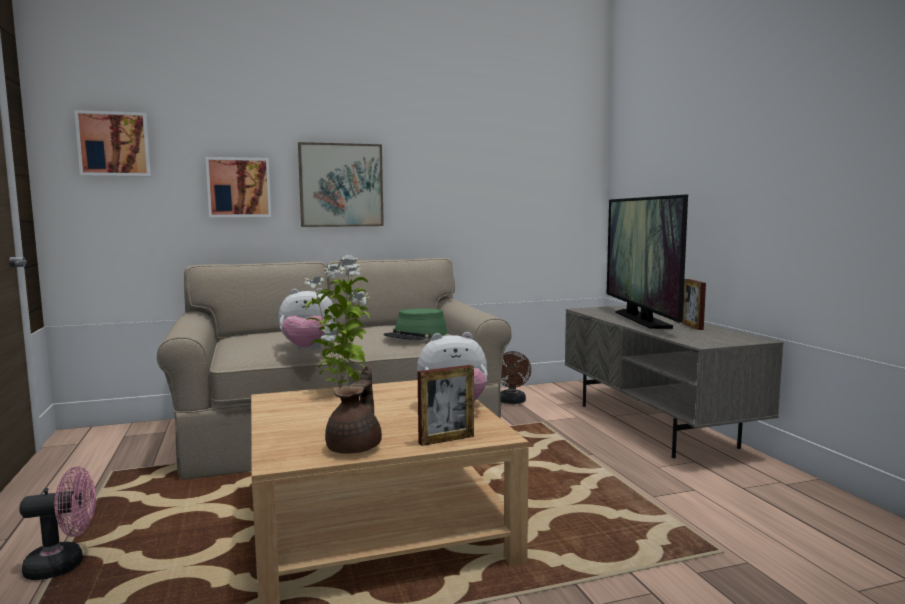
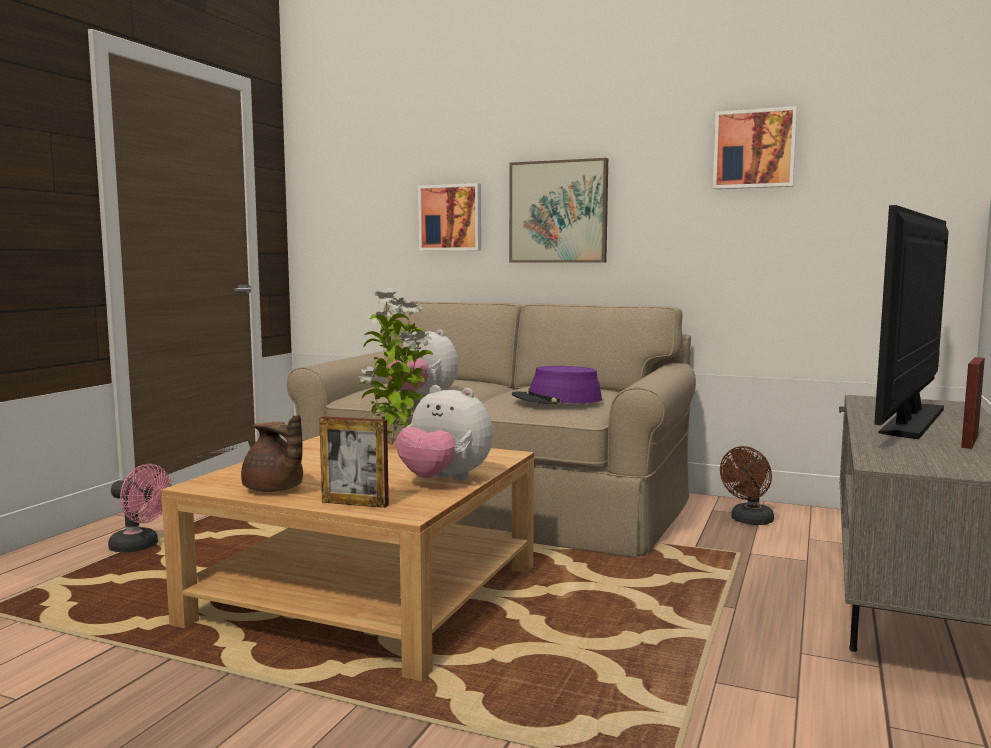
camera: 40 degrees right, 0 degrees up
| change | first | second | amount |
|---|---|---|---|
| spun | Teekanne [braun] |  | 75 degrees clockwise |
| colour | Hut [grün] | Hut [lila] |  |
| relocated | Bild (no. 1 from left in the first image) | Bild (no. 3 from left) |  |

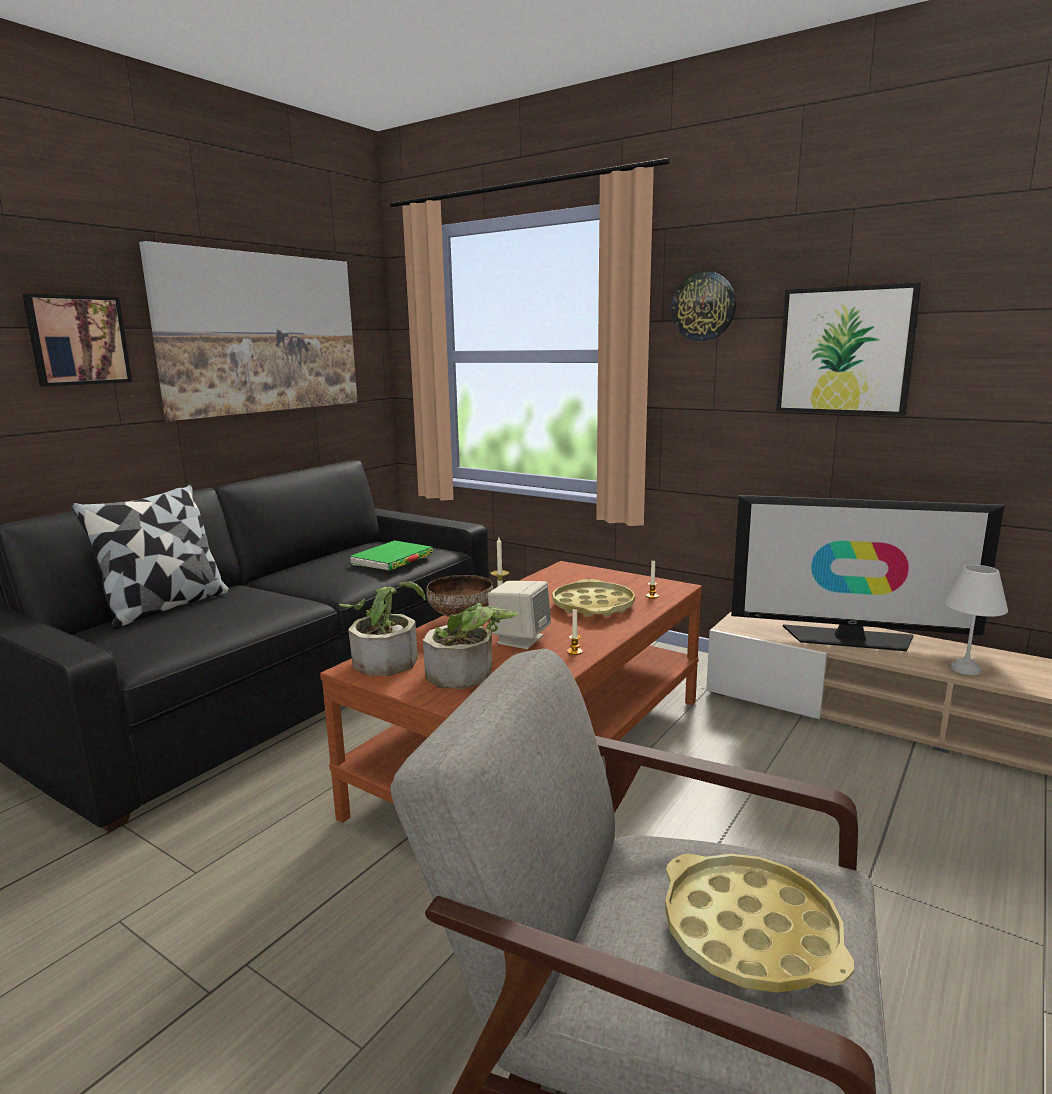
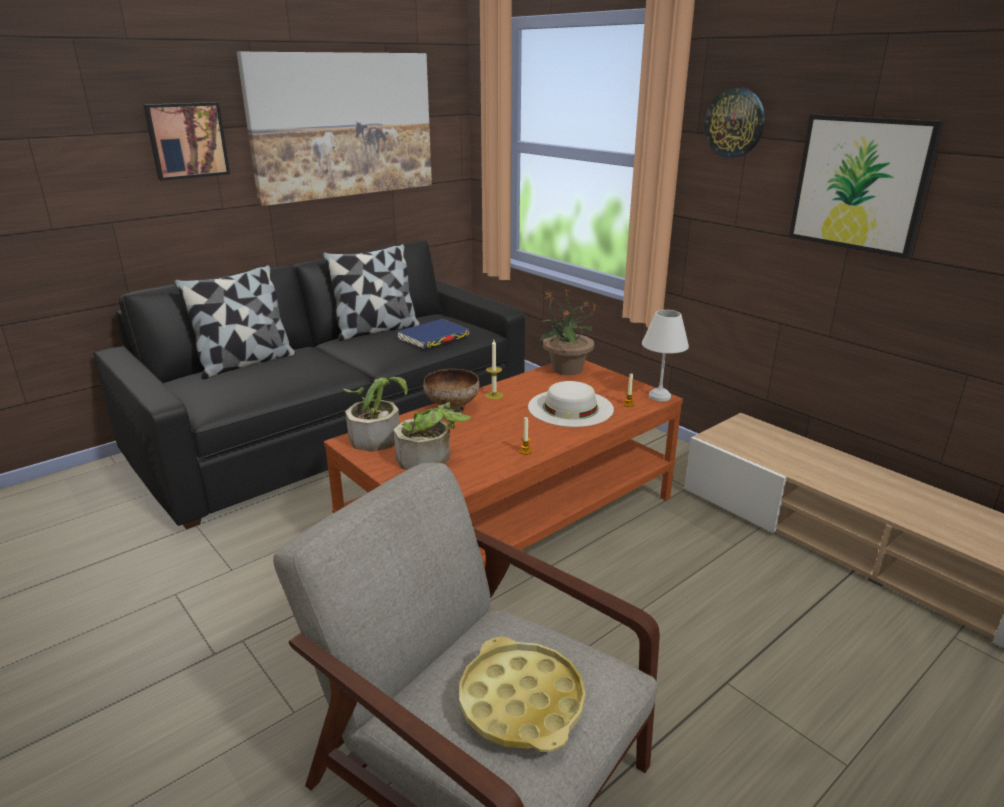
camera: 15 degrees right, 10 degrees up
| change | first | second | amount |
|---|---|---|---|
| appeared |  | Kissen (no. 2 from left) |  |
| colour | Buch [grün] | Buch [blau] |  |
| exchanged | Tablett [gelb] (no. 1 from left) | Hut [weiß] |  |
| appeared |  | Topfpflanze (no. 3 from left) |  |
| relocated | Tischlampe [weiß] |  |  |
| missing | Lautsprecher [beige] |  |  |
| missing | Fernseher |  |  |

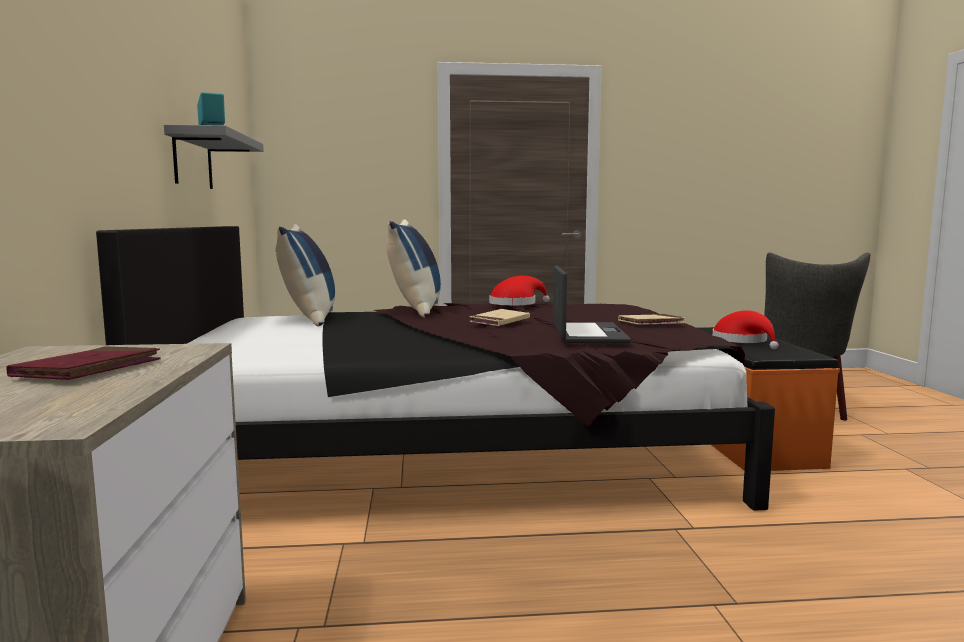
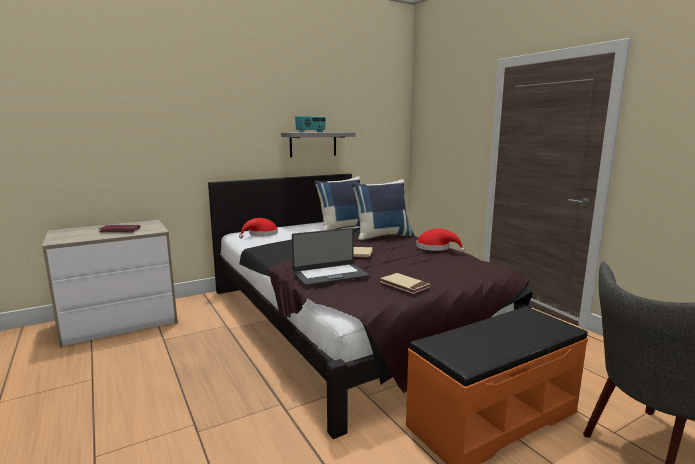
camera: 65 degrees right, 5 degrees up
| change | first | second | amount |
|---|---|---|---|
| relocated | Hut [rot] (no. 2 from left in the first image) | Hut [rot] (no. 1 from left) |  |

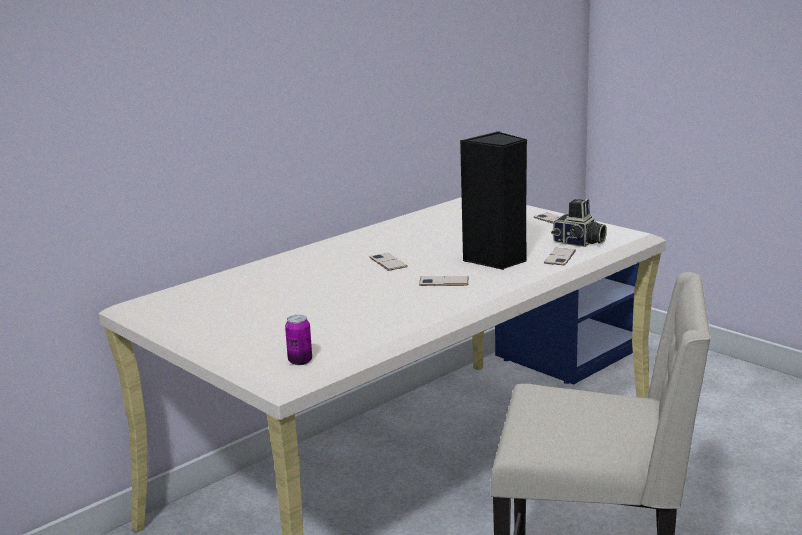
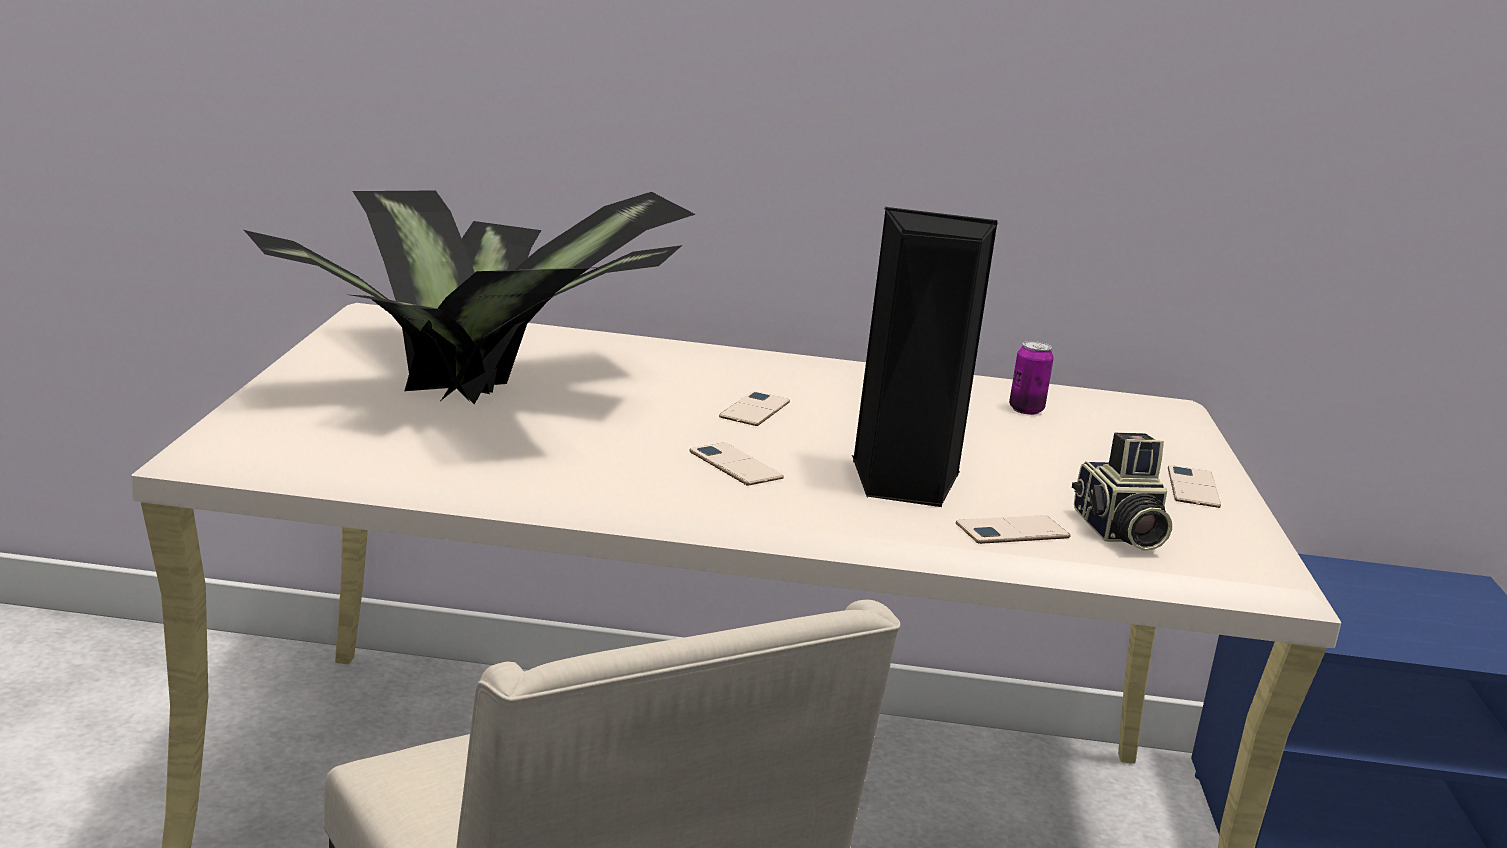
camera: 45 degrees right, 0 degrees up
| change | first | second | amount |
|---|---|---|---|
| appeared |  | Topfpflanze |  |
| relocated | Dose |  |  |

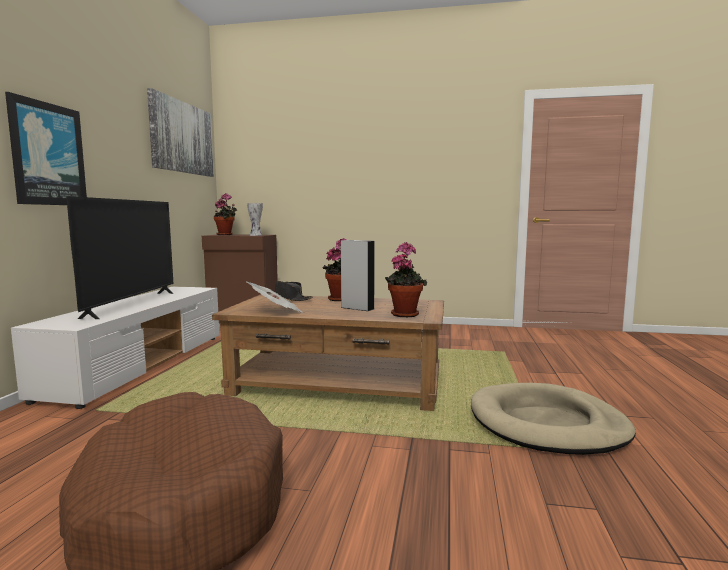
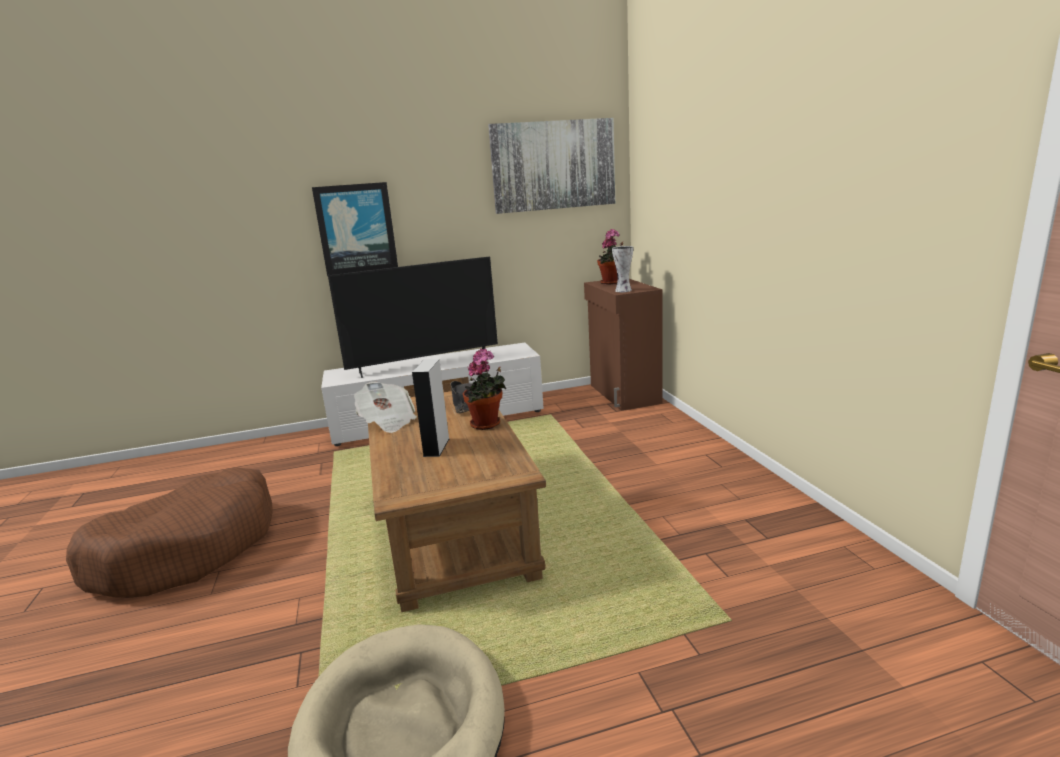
camera: 65 degrees right, 10 degrees up
| change | first | second | amount |
|---|---|---|---|
| missing | Topfpflanze (no. 3 from left) |  |  |

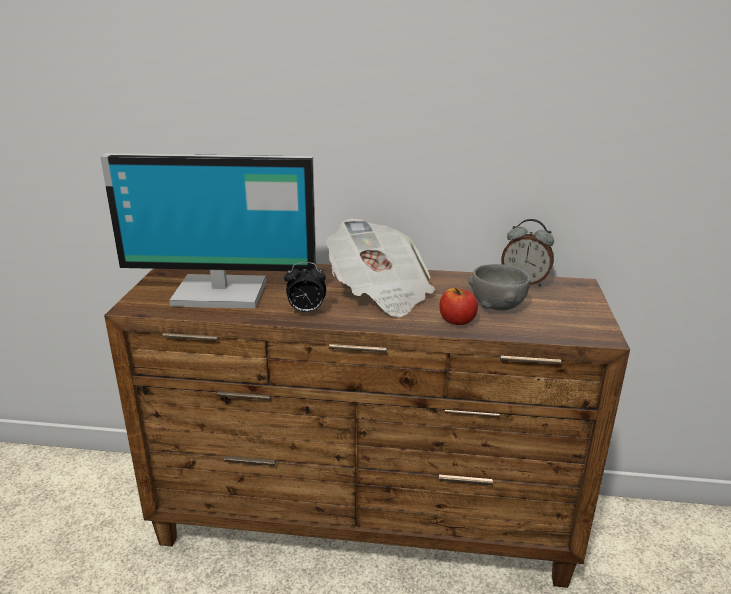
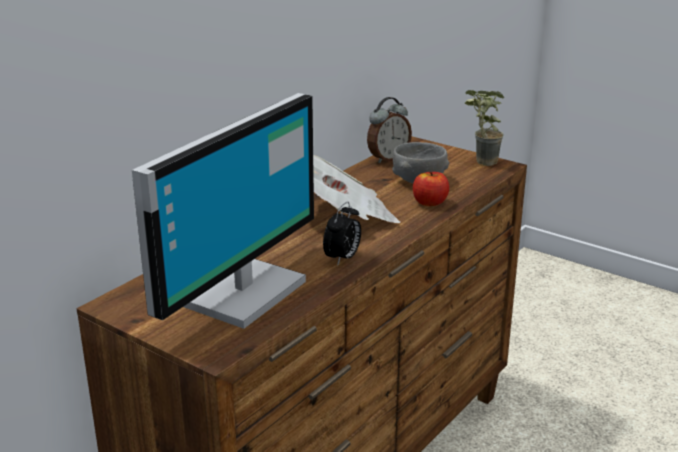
camera: 60 degrees left, 0 degrees up
| change | first | second | amount |
|---|---|---|---|
| appeared |  | Topfpflanze |  |

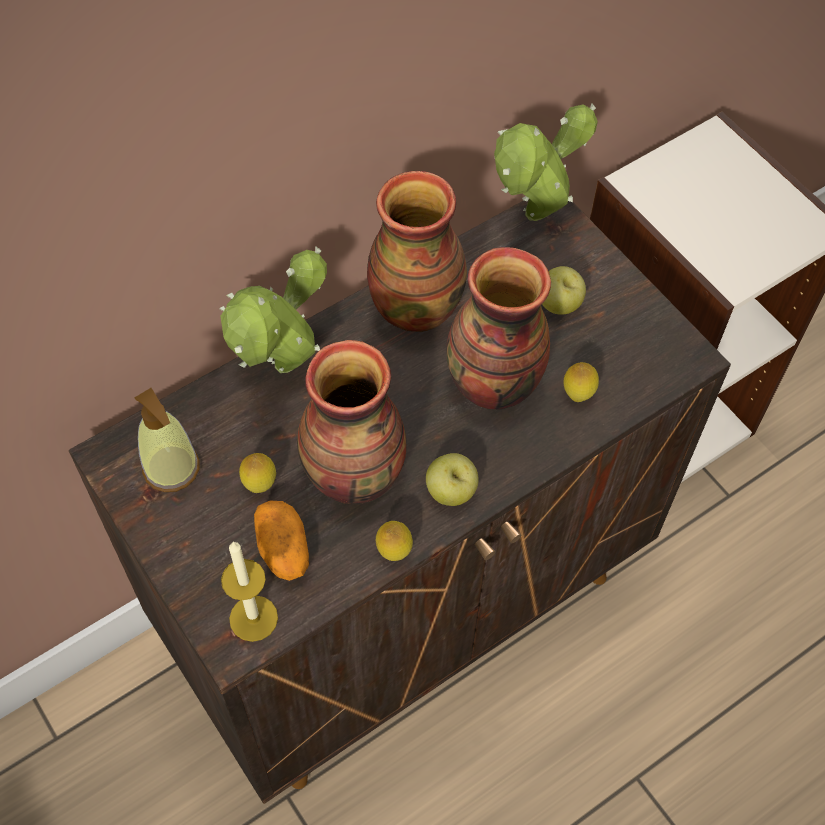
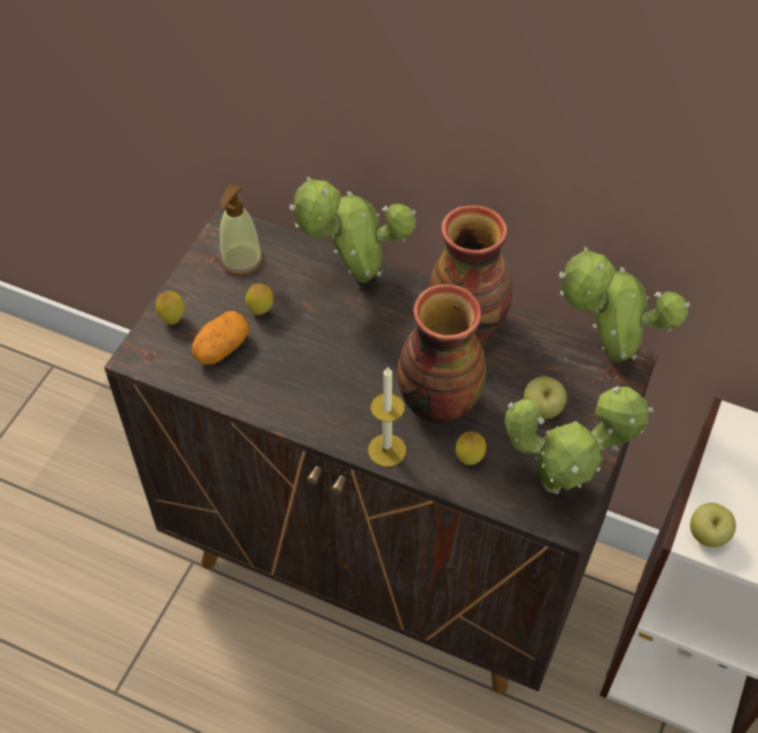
camera: 60 degrees right, 5 degrees down
| change | first | second | amount |
|---|---|---|---|
| relocated | Zitrone (no. 2 from left in the first image) | Zitrone (no. 1 from left) |  |
| relocated | Kerze |  |  |
| appeared |  | Topfpflanze (no. 2 from left) |  |
| relocated | Apfel (no. 1 from left in the first image) | Apfel (no. 2 from left) |  |
| missing | Vase (no. 1 from left) |  |  |

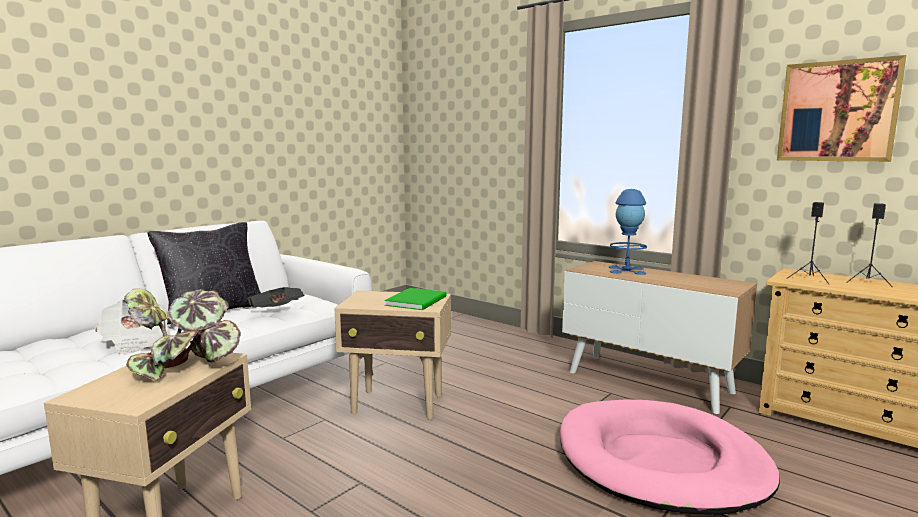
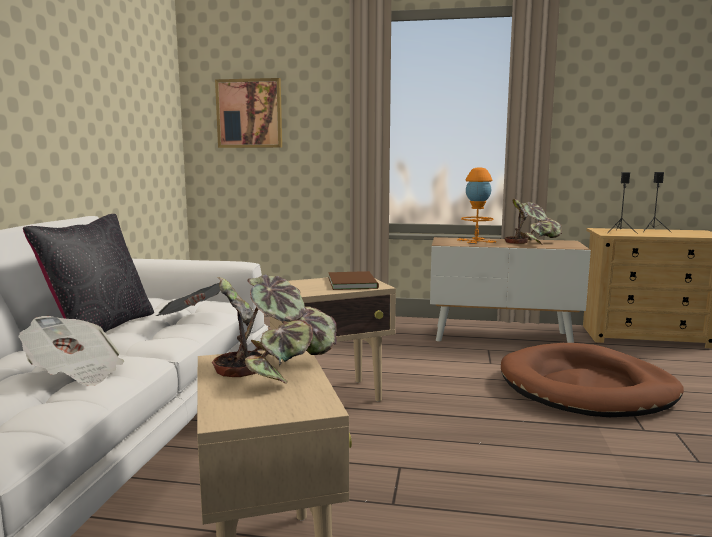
camera: 30 degrees left, 0 degrees up
| change | first | second | amount |
|---|---|---|---|
| relocated | Bild |  |  |
| colour | Buch [grün] | Buch [braun] |  |
| colour | Tischlampe [blau] | Tischlampe [orange] |  |
| colour | Hundebett [rosa] | Hundebett [braun] |  |
| appeared |  | Topfpflanze (no. 2 from left) |  |

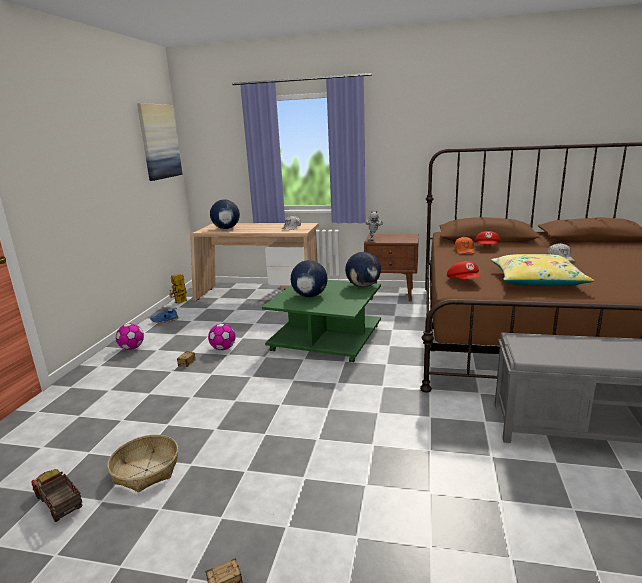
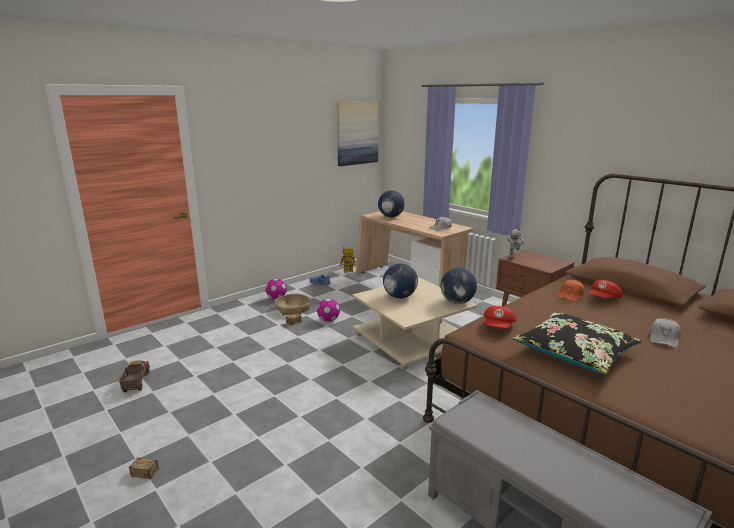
camera: 35 degrees right, 0 degrees up
| change | first | second | amount |
|---|---|---|---|
| relocated | Korb |  |  |
| colour | Couchtisch [grün] | Couchtisch [beige] |  |
| colour | Kissen [gelb] | Kissen [schwarz] |  |

